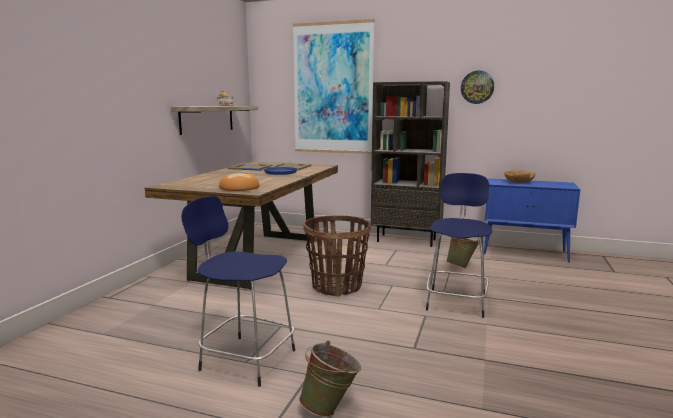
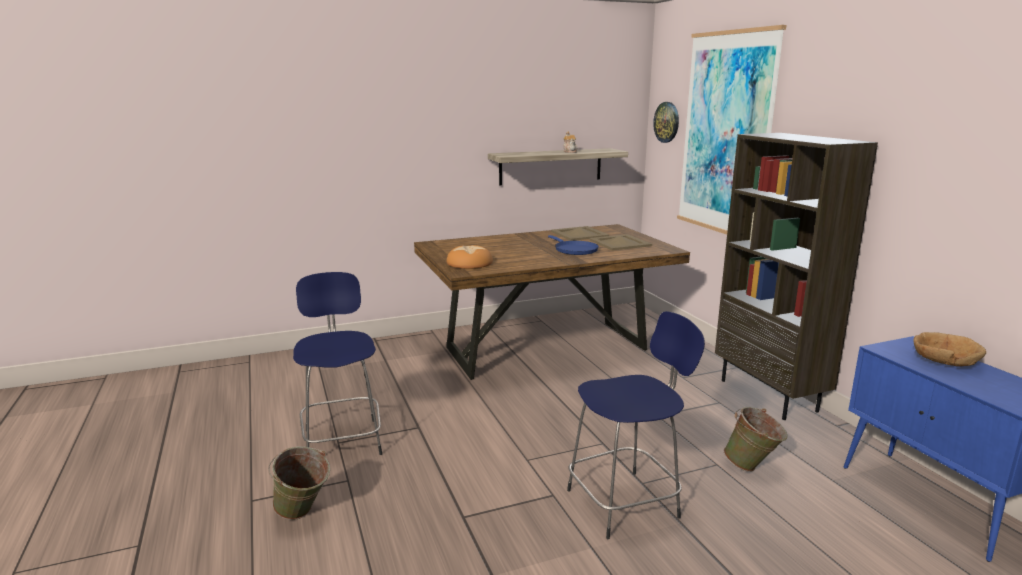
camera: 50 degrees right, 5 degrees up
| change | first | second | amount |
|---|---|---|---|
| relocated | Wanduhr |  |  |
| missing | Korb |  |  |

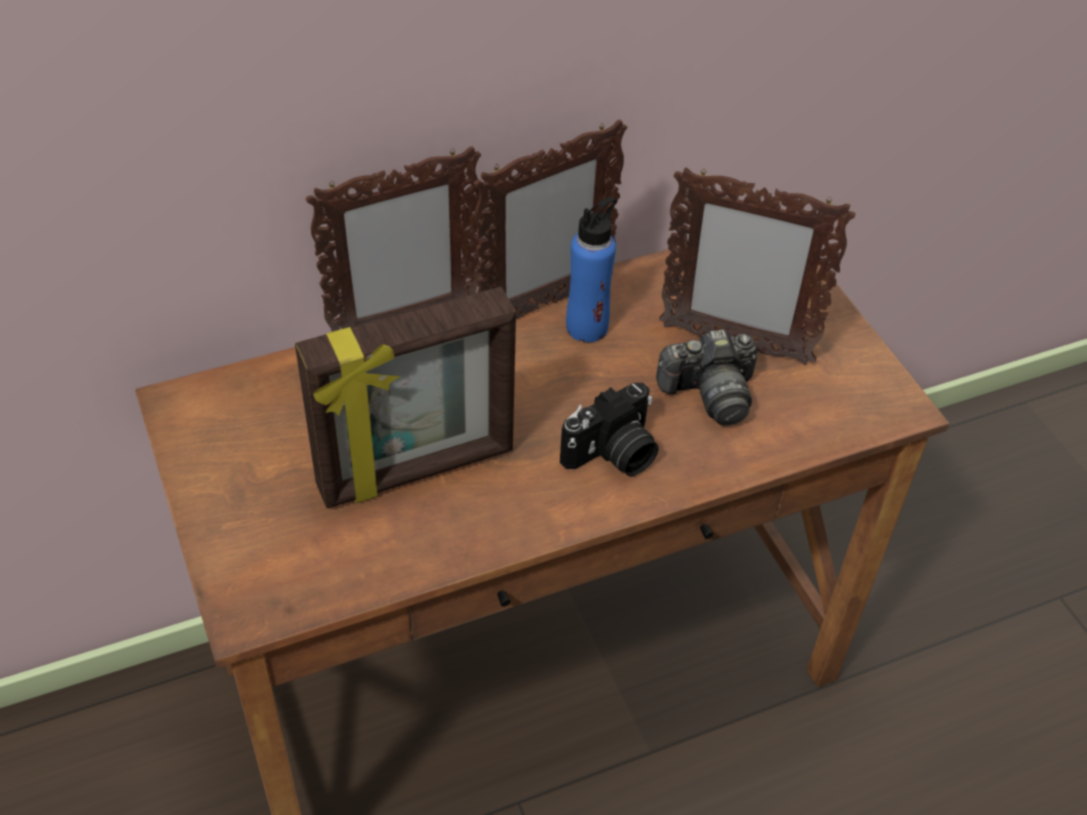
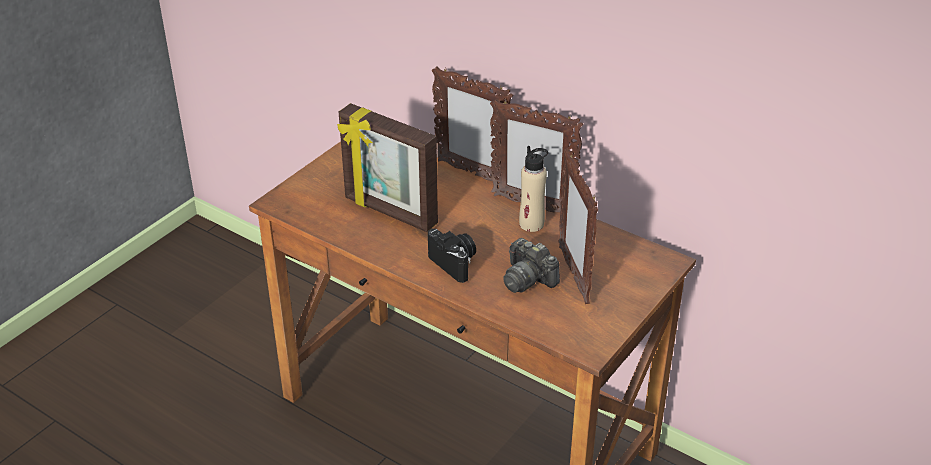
camera: 60 degrees right, 10 degrees down
| change | first | second | amount |
|---|---|---|---|
| spun | Kamera (no. 1 from left) |  | 150 degrees counterclockwise |
| colour | Flasche [blau] | Flasche [beige] |  |

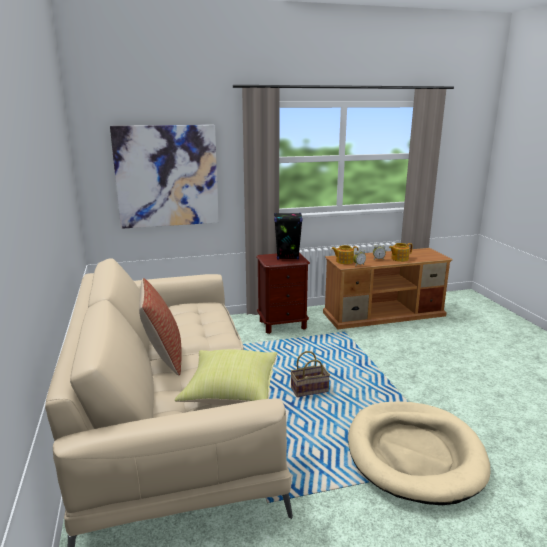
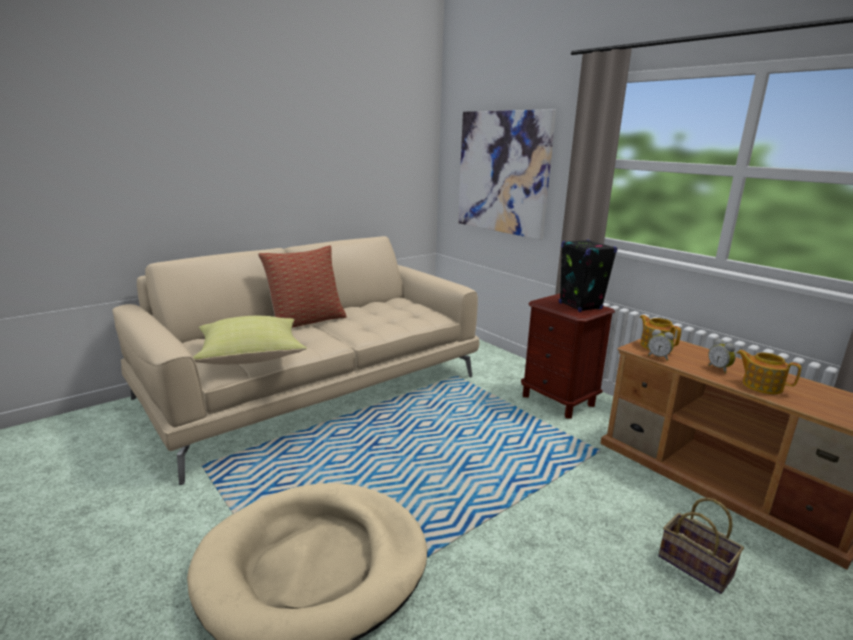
camera: 65 degrees right, 0 degrees up
| change | first | second | amount |
|---|---|---|---|
| relocated | Korb |  |  |

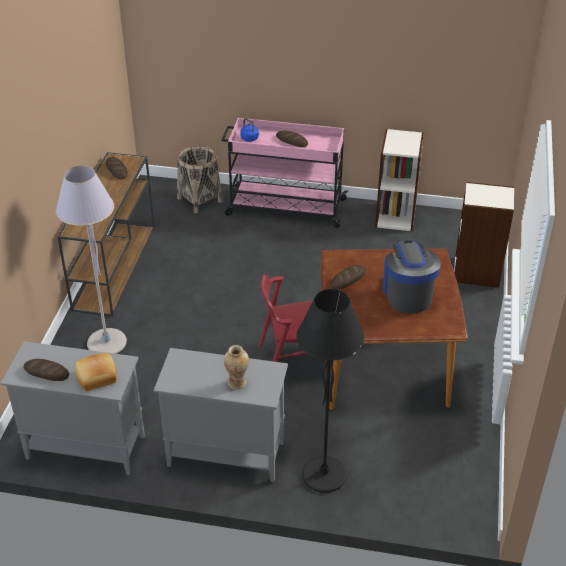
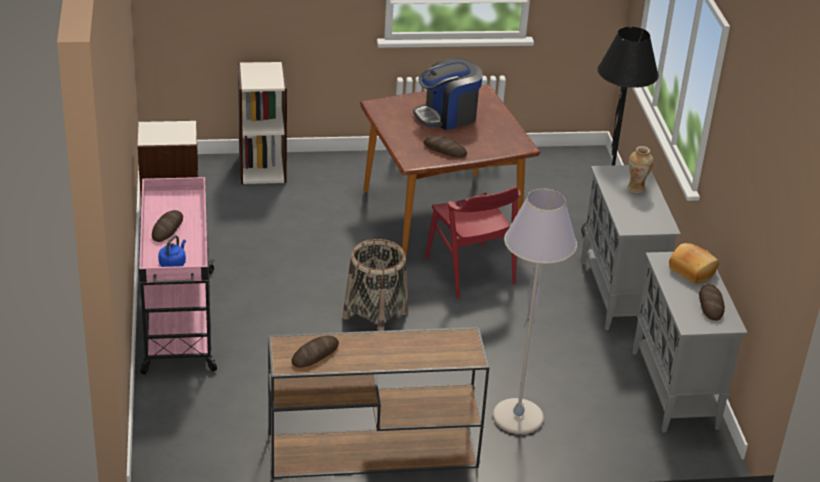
camera: 110 degrees left, 5 degrees down
| change | first | second | amount |
|---|---|---|---|
| relocated | Korb |  |  |

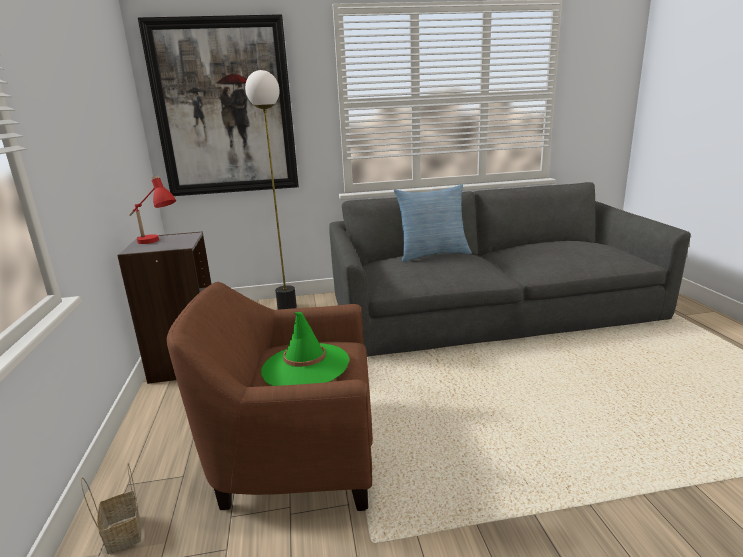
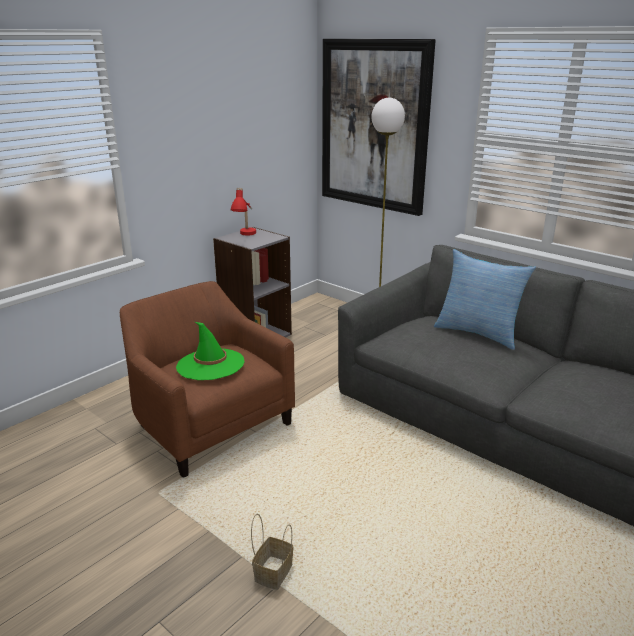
camera: 50 degrees right, 5 degrees up
| change | first | second | amount |
|---|---|---|---|
| relocated | Korb |  |  |

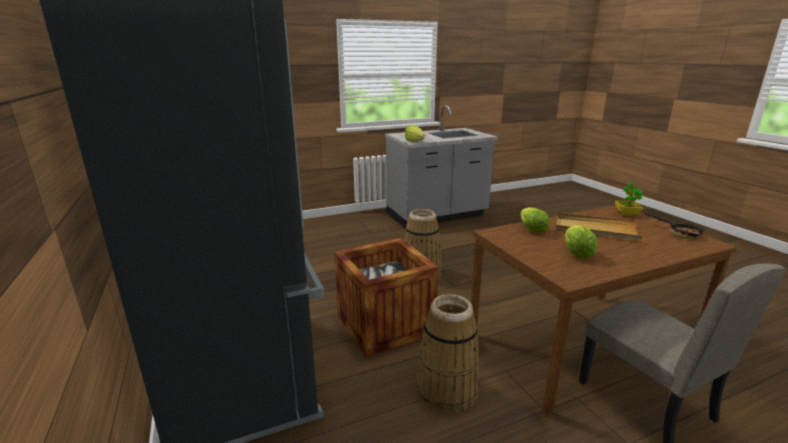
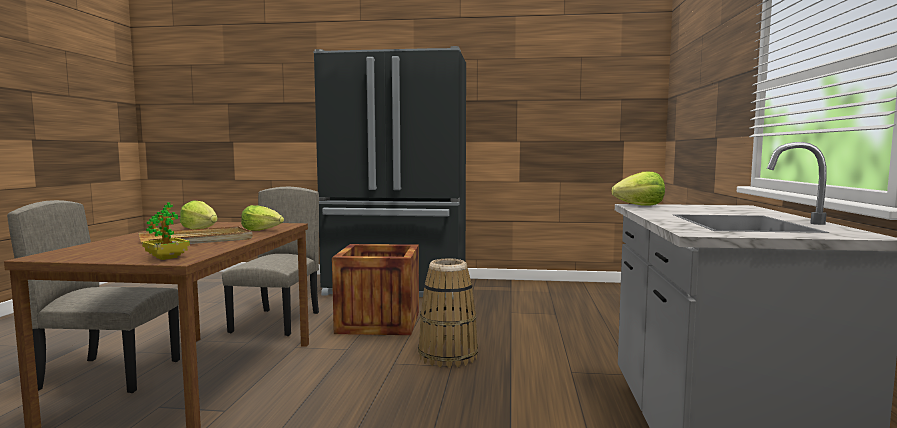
camera: 120 degrees right, 15 degrees down
| change | first | second | amount |
|---|---|---|---|
| exchanged | Korb (no. 2 from left) | Stuhl [beige] (no. 2 from left) |  |
| missing | Pfanne |  |  |

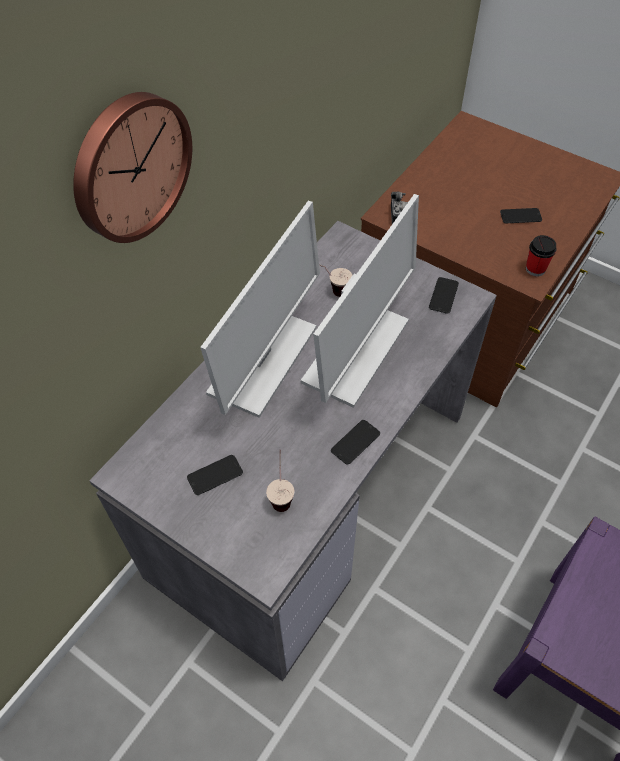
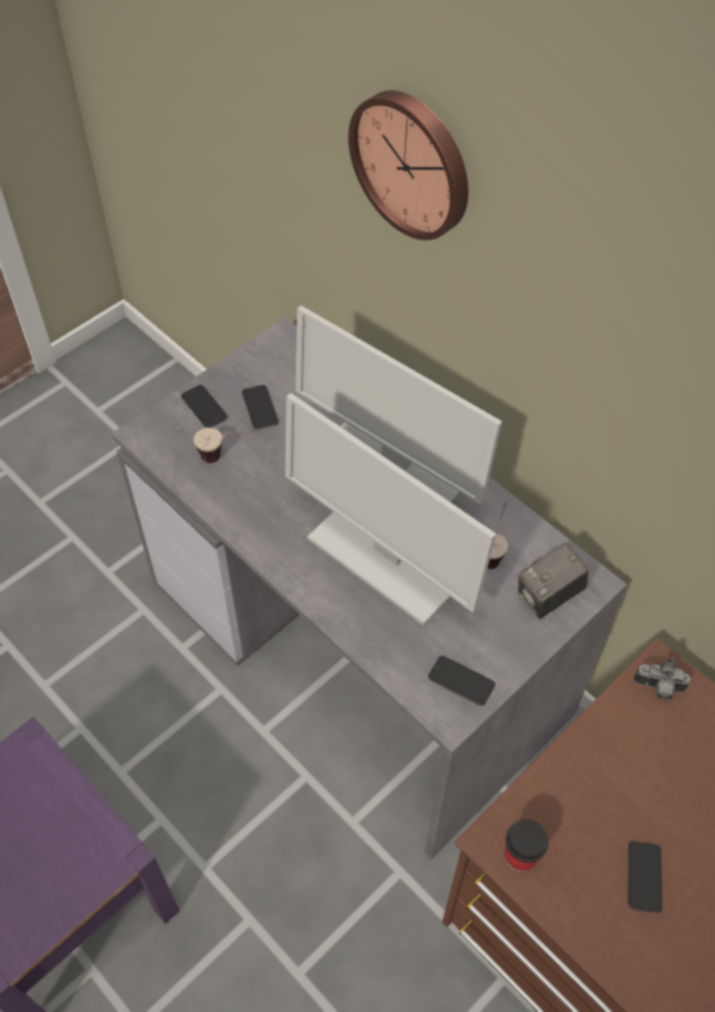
camera: 100 degrees right, 0 degrees up
| change | first | second | amount |
|---|---|---|---|
| relocated | Handy (no. 2 from left in the first image) | Handy (no. 1 from left) |  |
| appeared |  | Kamera (no. 1 from left) |  |

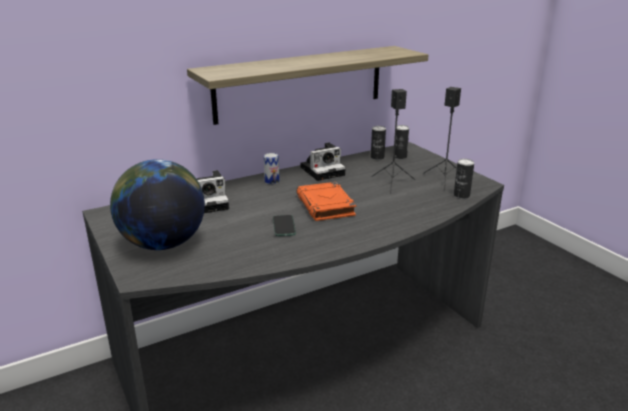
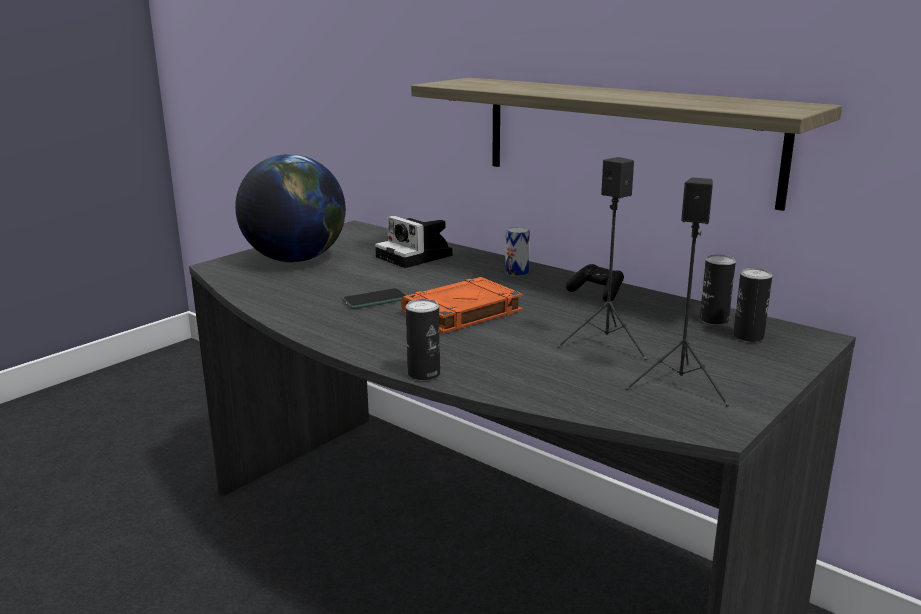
camera: 70 degrees right, 5 degrees down
| change | first | second | amount |
|---|---|---|---|
| relocated | Dose (no. 4 from left in the first image) | Dose (no. 1 from left) |  |
| exchanged | Kamera (no. 2 from left) | Gamepad [schwarz] |  |

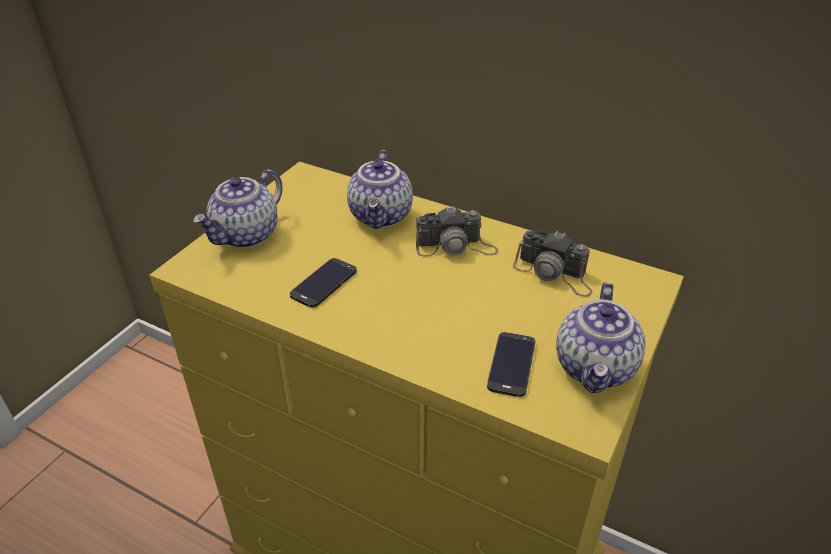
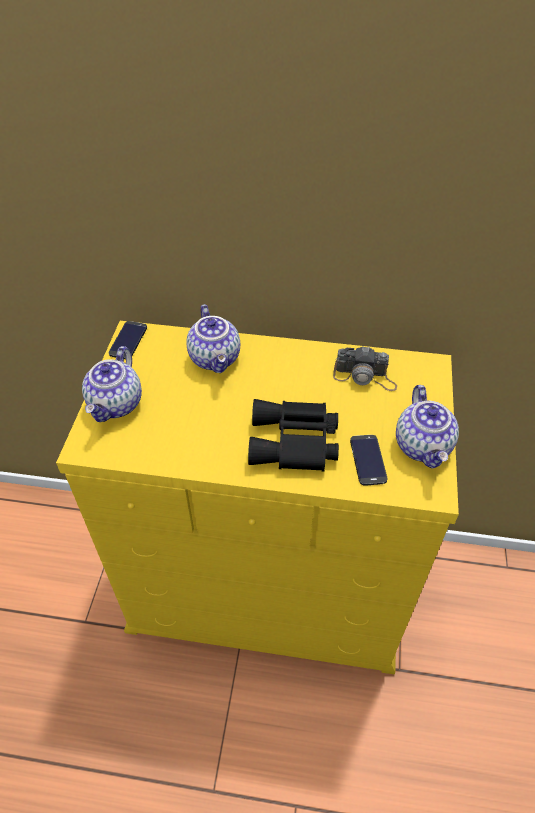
camera: 20 degrees left, 10 degrees up
| change | first | second | amount |
|---|---|---|---|
| relocated | Handy (no. 1 from left) |  |  |
| appeared |  | Fernglas [schwarz] |  |
| missing | Kamera (no. 1 from left) |  |  |

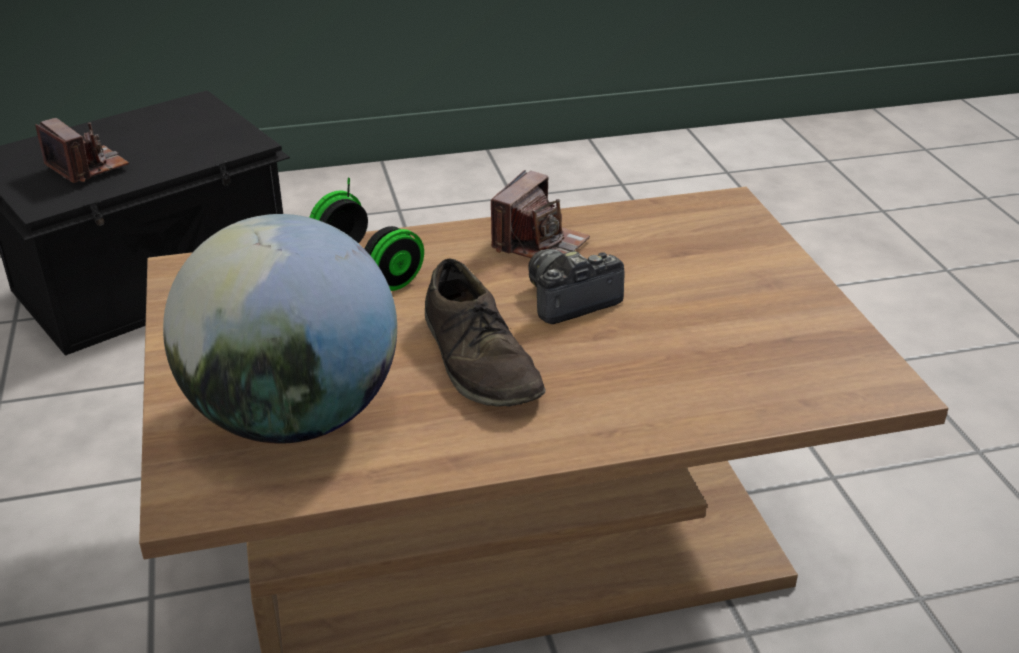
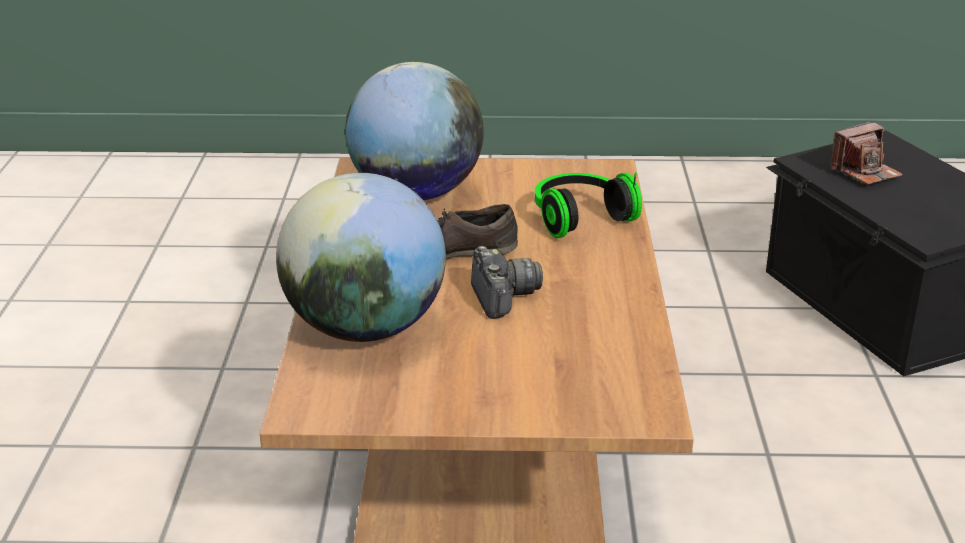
camera: 105 degrees right, 5 degrees down
| change | first | second | amount |
|---|---|---|---|
| appeared |  | Globus (no. 1 from left) |  |
| missing | Kamera (no. 2 from left) |  |  |

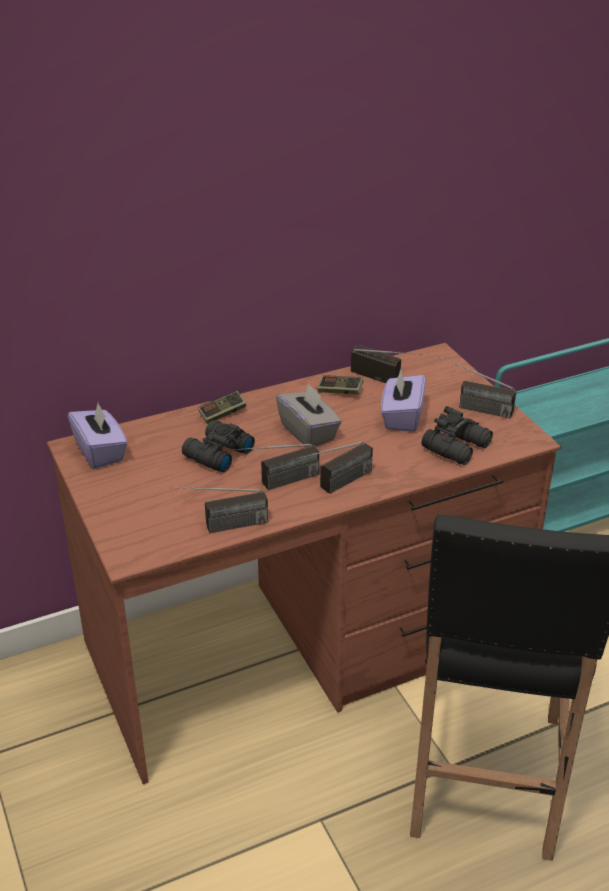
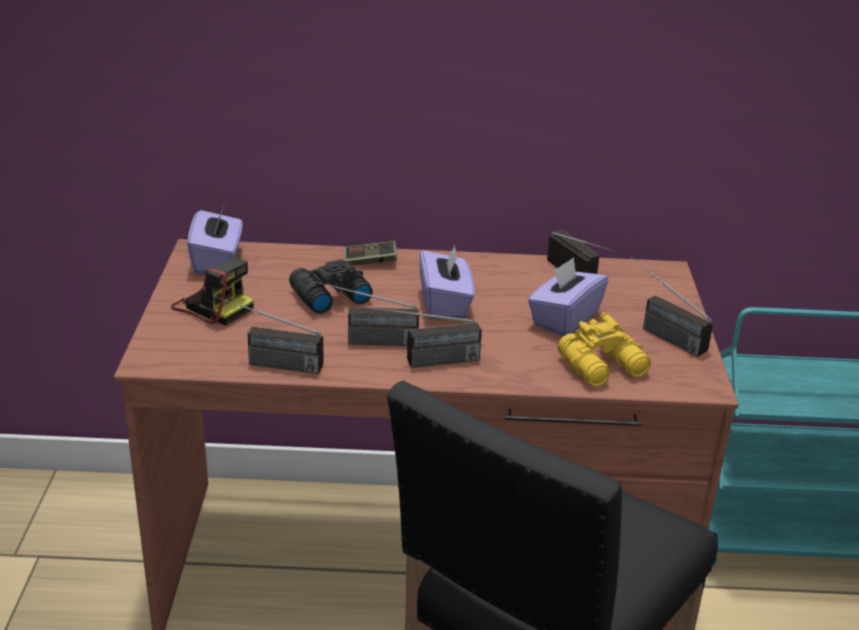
camera: 25 degrees right, 5 degrees down
| change | first | second | amount |
|---|---|---|---|
| appeared |  | Kamera |  |
| colour | Taschentuchbox [grau] | Taschentuchbox [lila] (no. 2 from left) |  |
| colour | Fernglas [schwarz] (no. 2 from left) | Fernglas [gelb] |  |
| missing | Gamepad (no. 2 from left) |  |  |

